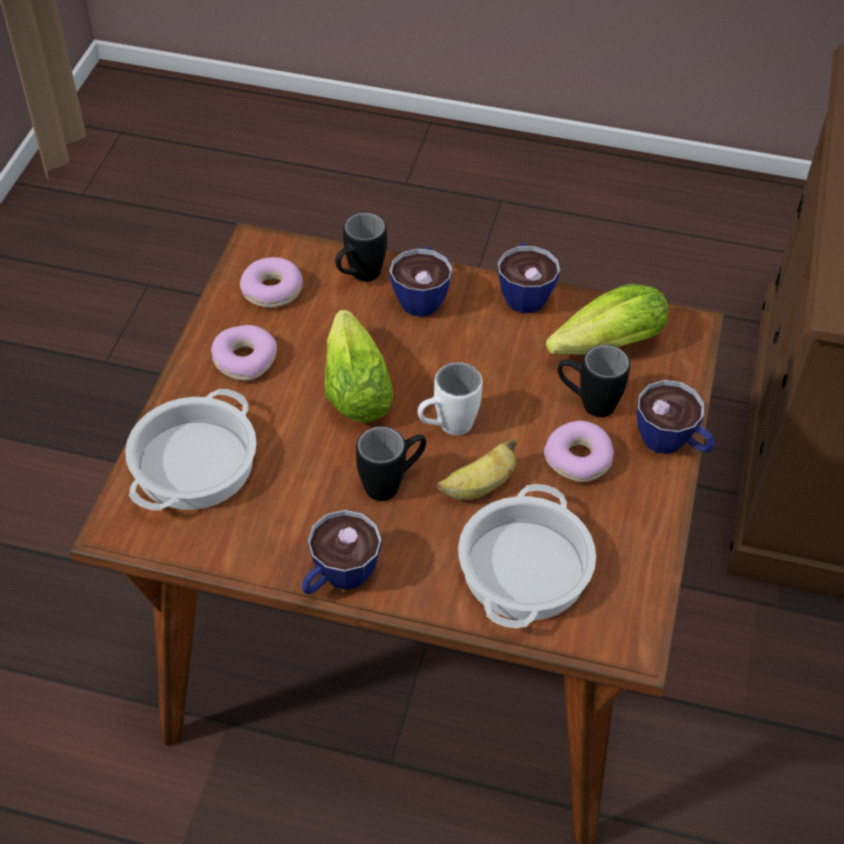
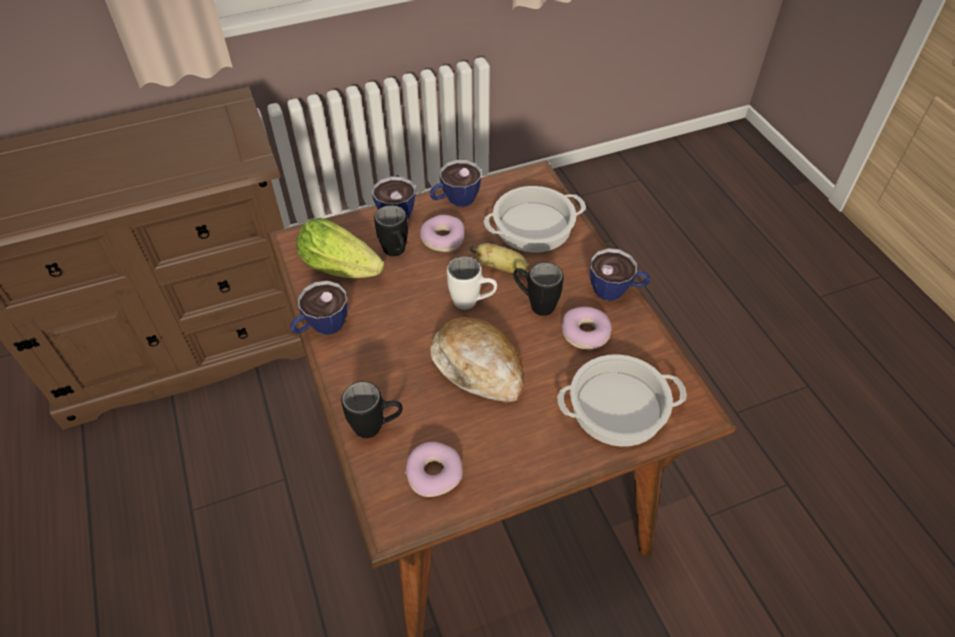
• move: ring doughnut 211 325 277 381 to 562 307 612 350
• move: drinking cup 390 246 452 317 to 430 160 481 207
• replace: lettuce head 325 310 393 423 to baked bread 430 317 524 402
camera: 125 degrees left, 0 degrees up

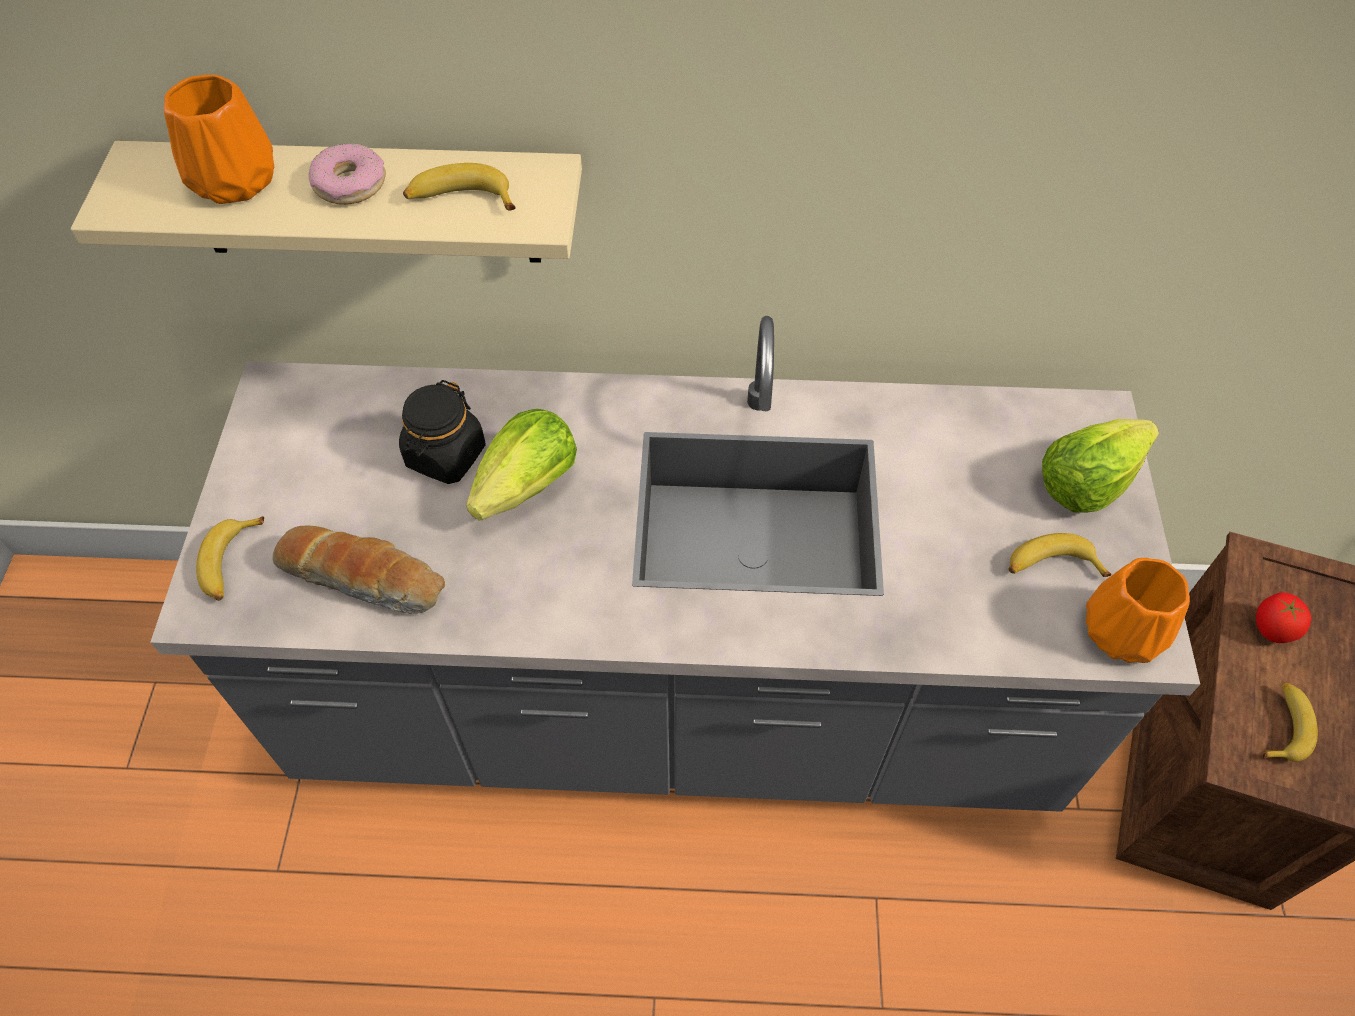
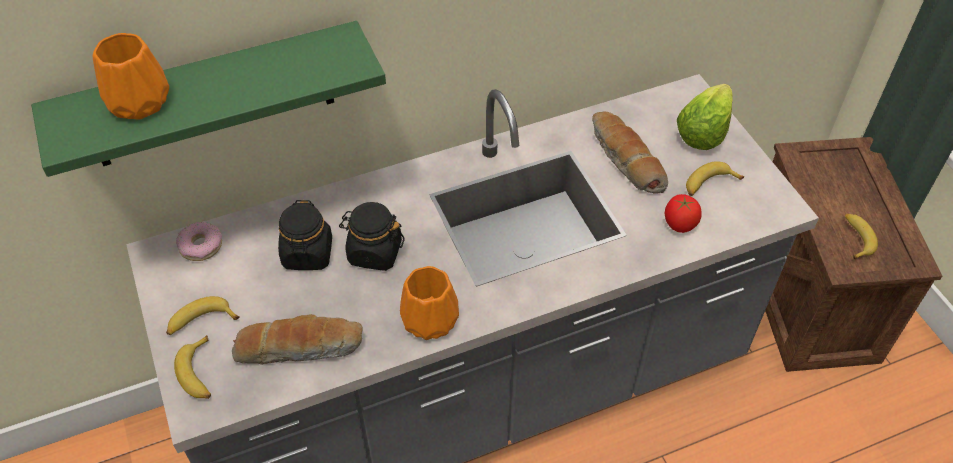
• insert: baked bread 592 111 668 194
• move: ring doughnut 308 143 386 205 to 176 222 222 261
• move: whole banana 403 163 516 211 to 166 296 240 335
• move: orangey vase 1086 558 1190 663 to 400 266 459 340
• move: whole tomato 1256 593 1311 643 to 665 194 702 233
• replace: lettuce head 466 409 577 521 to black-coloured storage jar 339 202 405 271
• recolor: beige shelf 71 141 582 263 to green shelf 31 21 386 177
camera: 25 degrees left, 5 degrees down

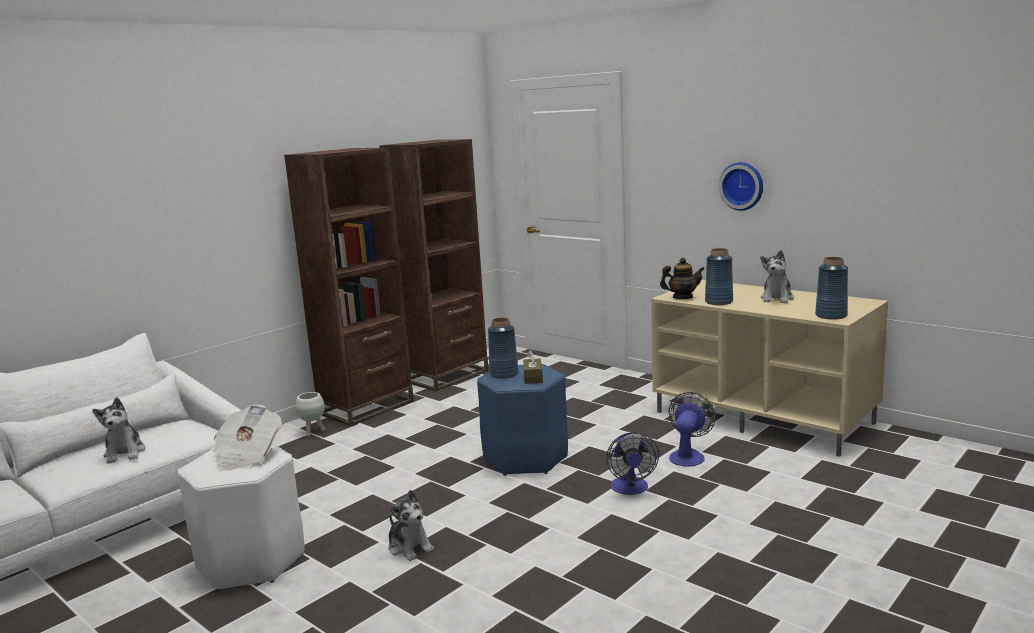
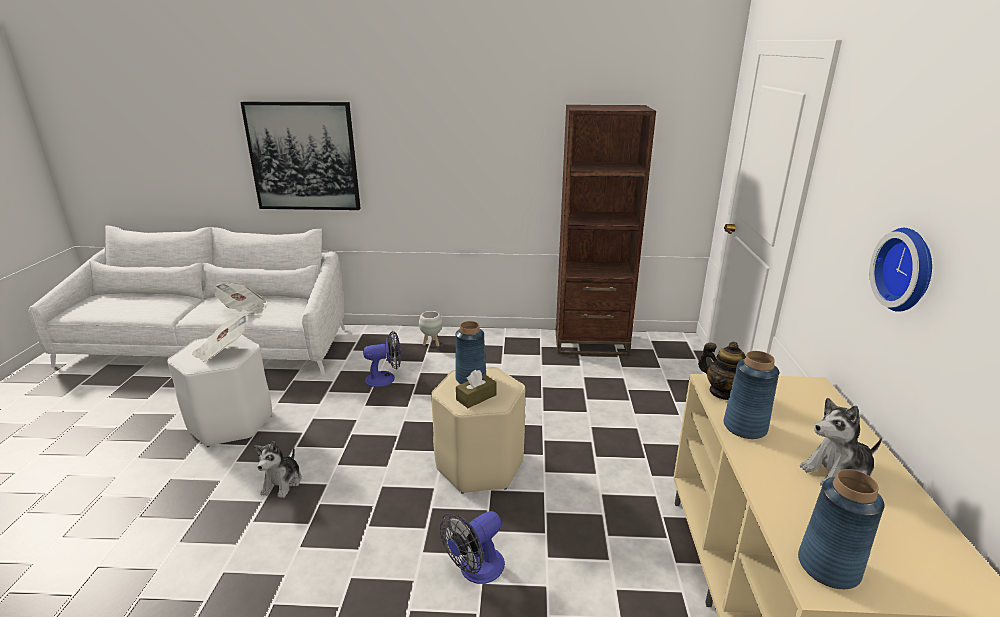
• delete: brown-coloured bookcase 284 148 414 426
• insert: wall picture 240 102 361 210
• move: electric fan 668 392 716 466 to 363 331 401 387
• replace: plush toy 92 397 145 464 to daily paper 215 283 266 314
• recolor: blue stool seat 477 364 568 476 to beige stool seat 431 367 525 494
camera: 50 degrees right, 10 degrees up

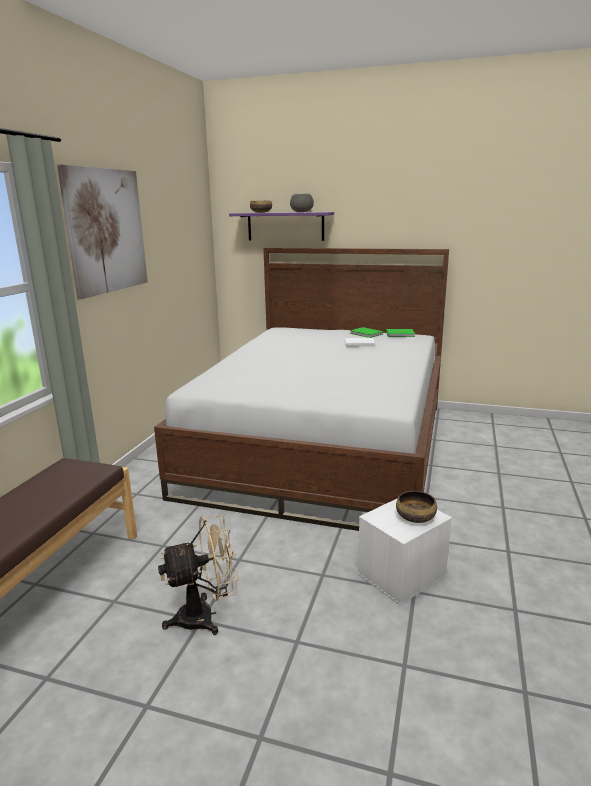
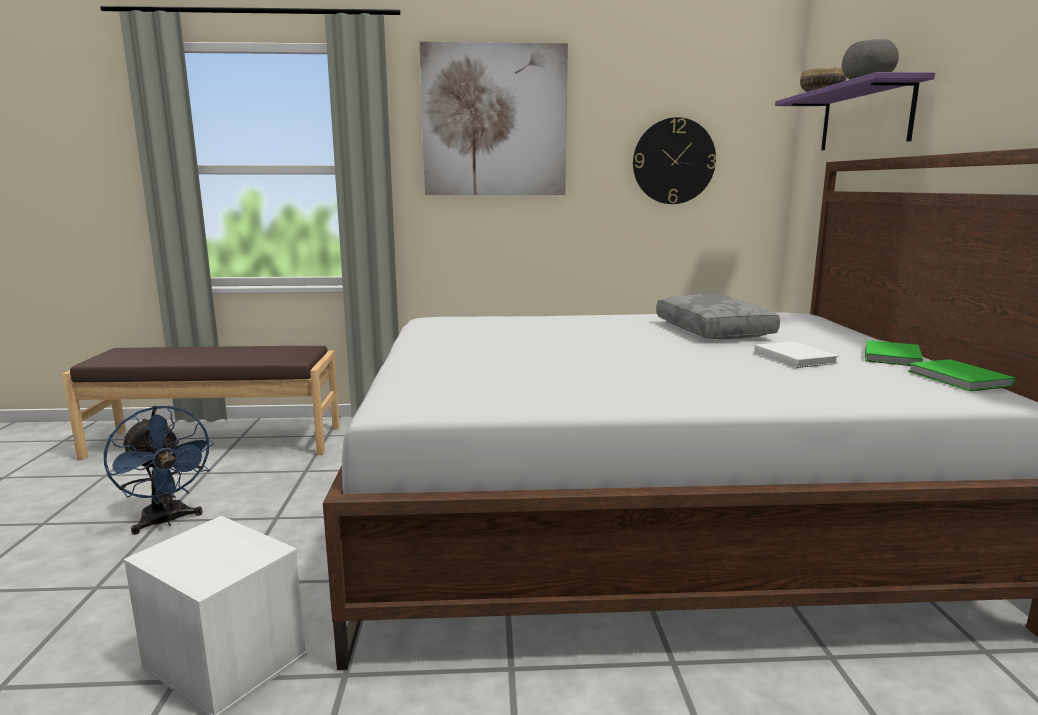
• delete: serving bowl 396 491 437 523
• insert: hanging clock 633 117 716 204
• insert: grey throw pillow 656 294 780 339
• recolor: beige electric fan 158 515 239 635 to blue electric fan 104 406 214 535
camera: 70 degrees right, 5 degrees down

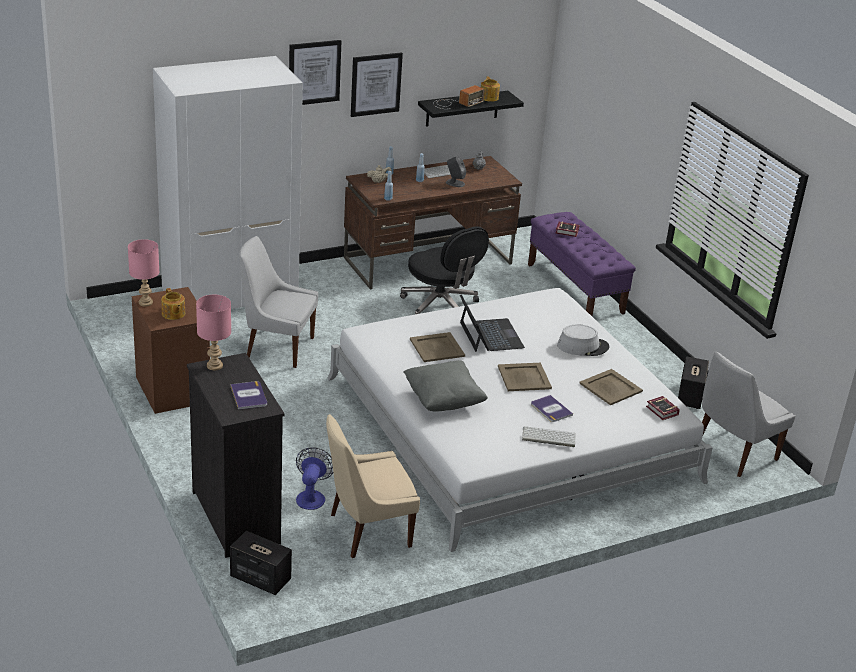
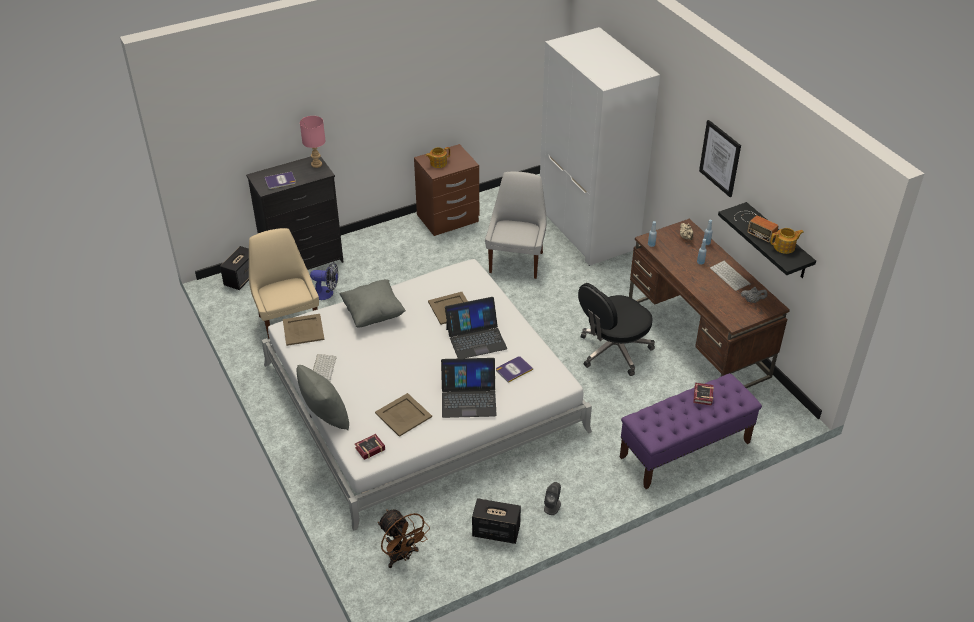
• delete: pink-coloured lamp for a table 128 239 159 307
• delete: wall picture 289 40 341 105
• insert: grey throw pillow 297 365 349 430
• move: grey speaker 446 156 466 187 to 544 482 561 515
• move: beige carrying tray 498 363 552 391 to 283 314 325 346
• move: volume 531 395 573 422 to 496 356 533 383
• replace: grey wearable hat 557 324 609 356 to notebook computer 441 358 497 418
• replace: whitish plain chair 702 351 796 477 to brown-coloured electric fan 378 509 430 568
camera: 90 degrees right, 10 degrees up

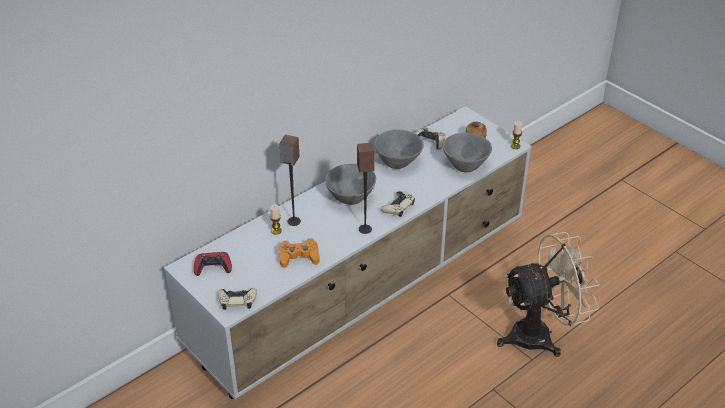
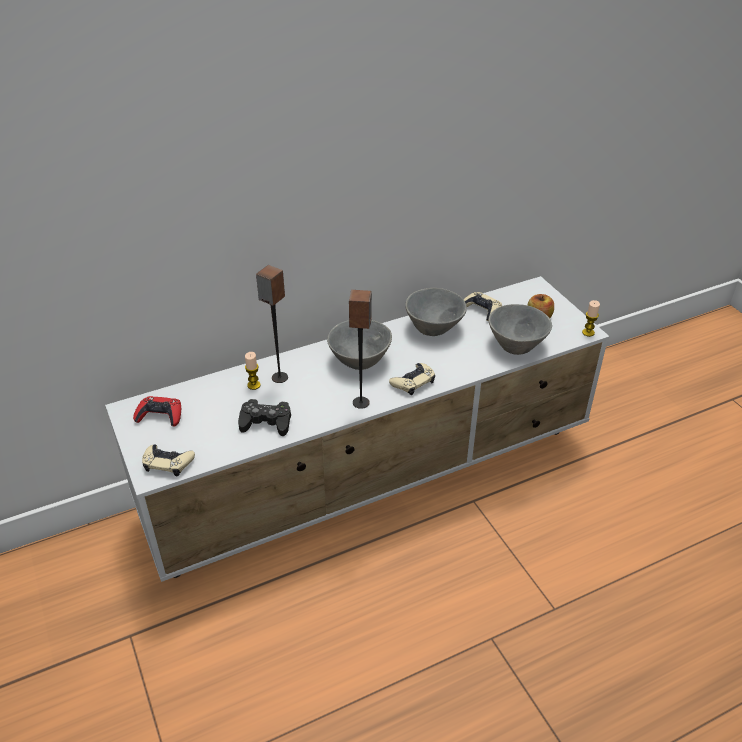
• delete: beige electric fan 497 232 600 357
• recolor: orangey gamepad 279 238 320 268 to black-coloured gamepad 238 399 291 436
camera: 15 degrees right, 0 degrees up

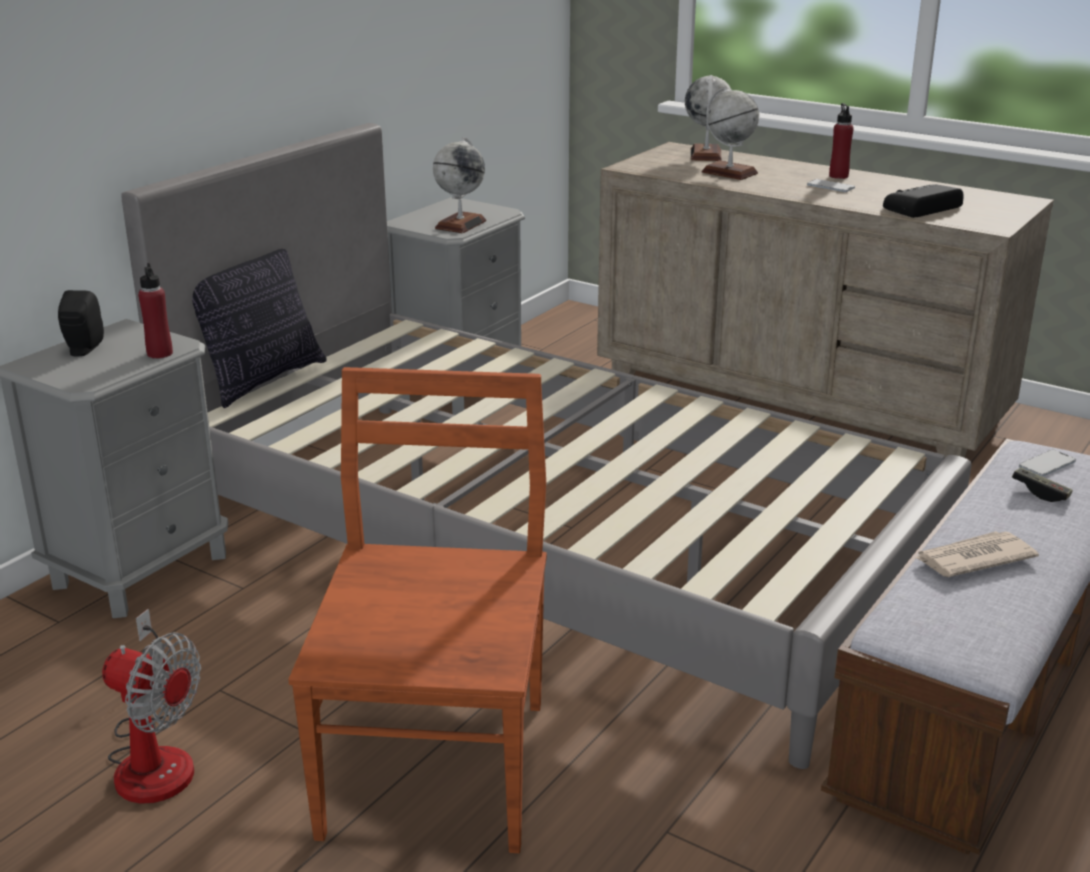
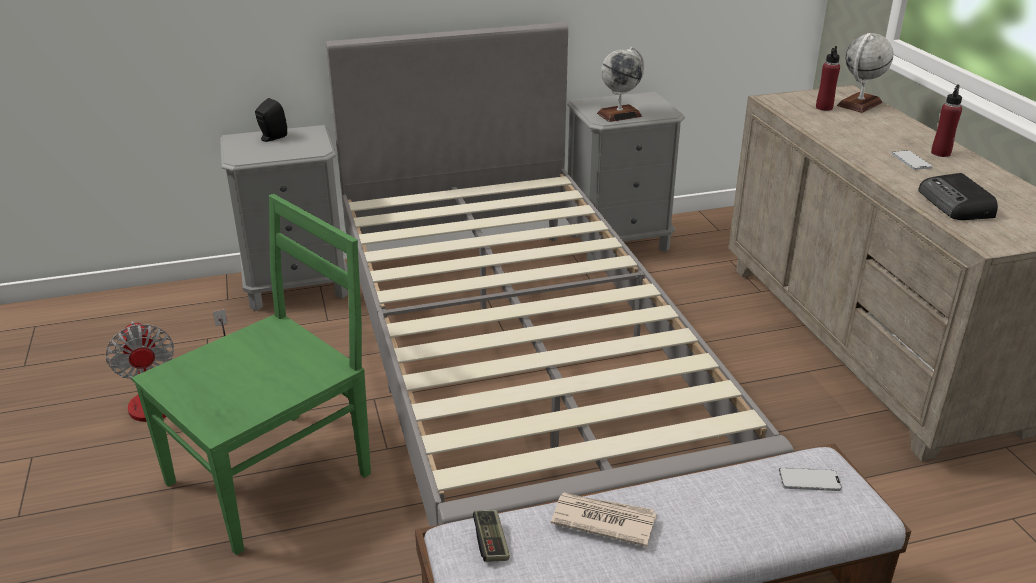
• delete: throw pillow 192 249 327 408
• delete: world globe 702 86 759 180
• move: red drink bottle 138 263 173 359 to 816 46 840 111
• move: gamepad 1012 467 1073 502 to 473 510 510 562
• recolor: brown-coloured plain chair 288 367 547 853 to green plain chair 132 194 371 555
• rotate: radio 883 184 964 218 = 918 173 998 220 105 degrees counterclockwise
camera: 40 degrees right, 5 degrees up

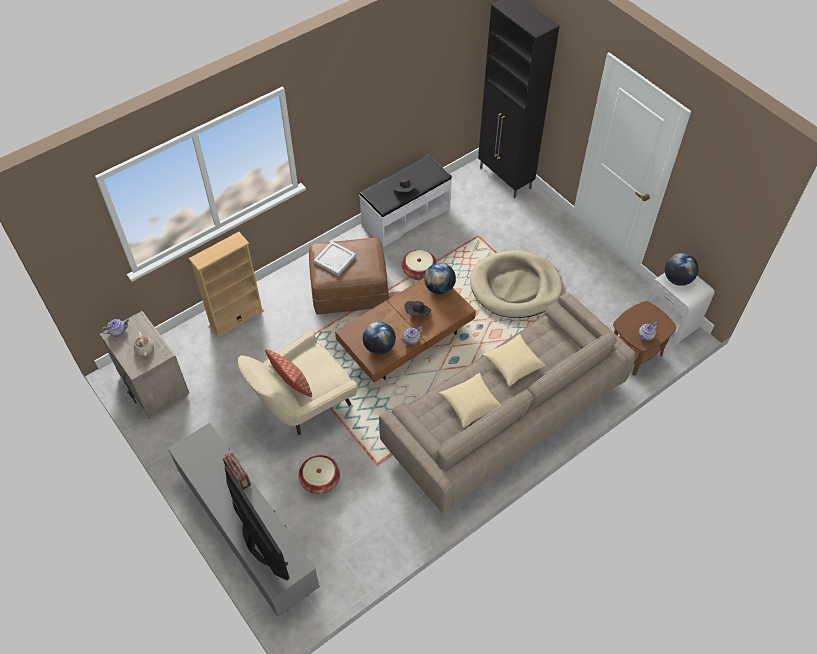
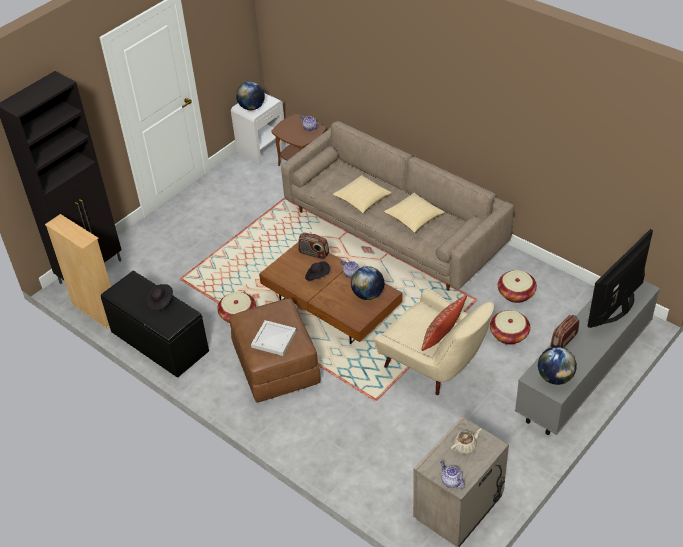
• delete: beige dog cushion 470 250 563 318
• insert: radio 298 233 329 259
• insert: basket 498 270 537 303
• move: beige bookcase 189 232 264 337 to 45 214 111 329
• move: world globe 424 263 456 294 to 538 347 577 385
• recolor: whitish bench 359 155 452 247 to black-coloured bench 101 271 209 378
camera: 100 degrees left, 10 degrees down

